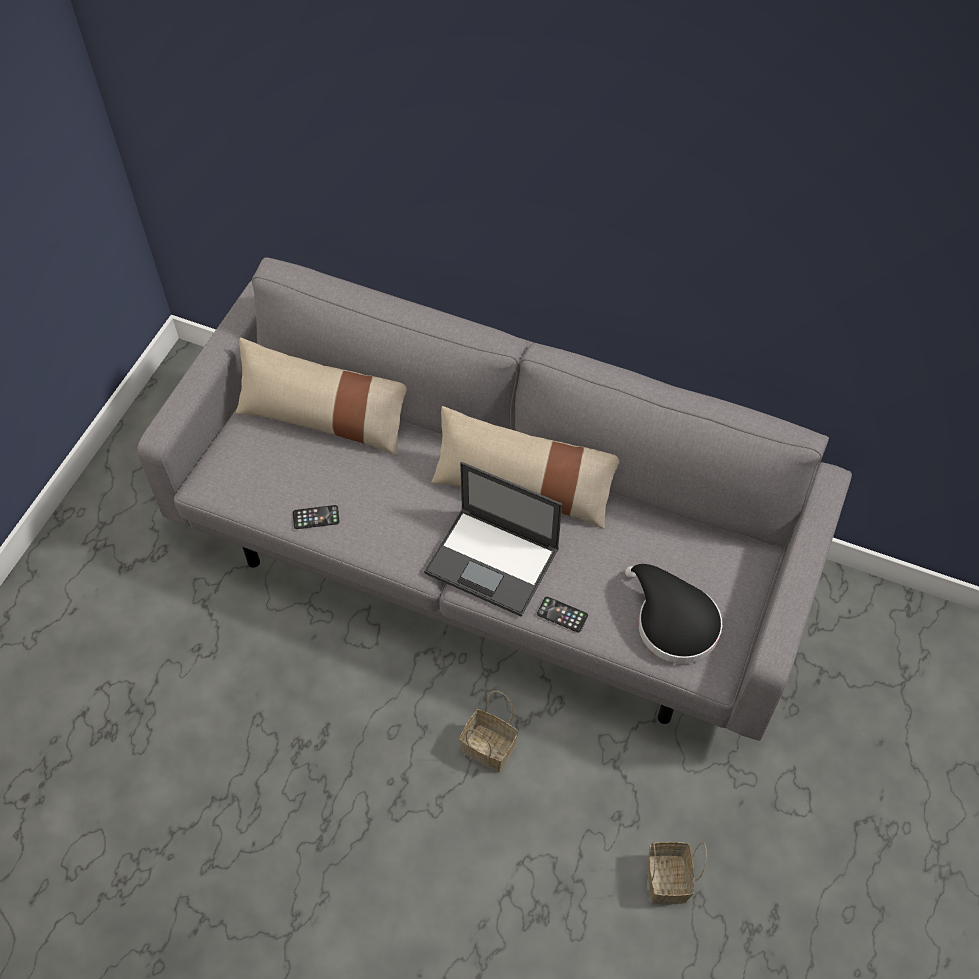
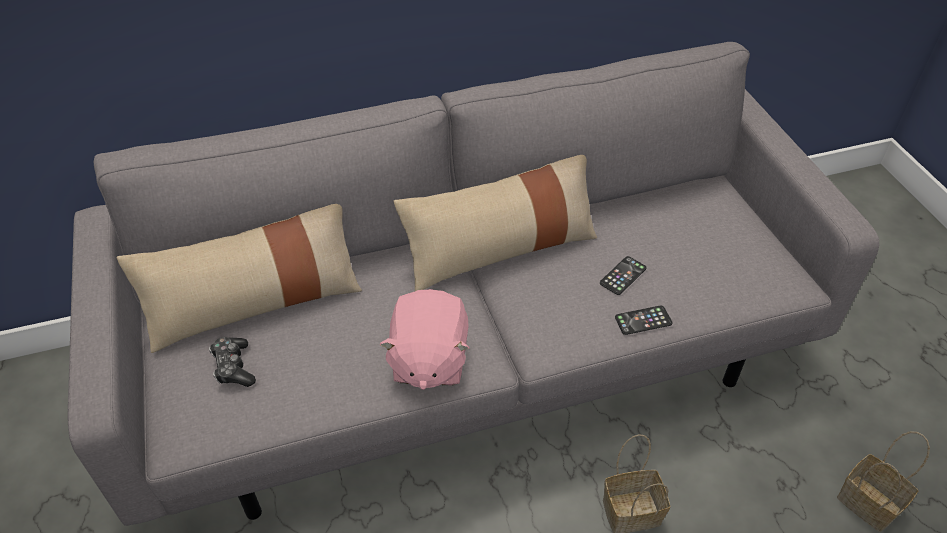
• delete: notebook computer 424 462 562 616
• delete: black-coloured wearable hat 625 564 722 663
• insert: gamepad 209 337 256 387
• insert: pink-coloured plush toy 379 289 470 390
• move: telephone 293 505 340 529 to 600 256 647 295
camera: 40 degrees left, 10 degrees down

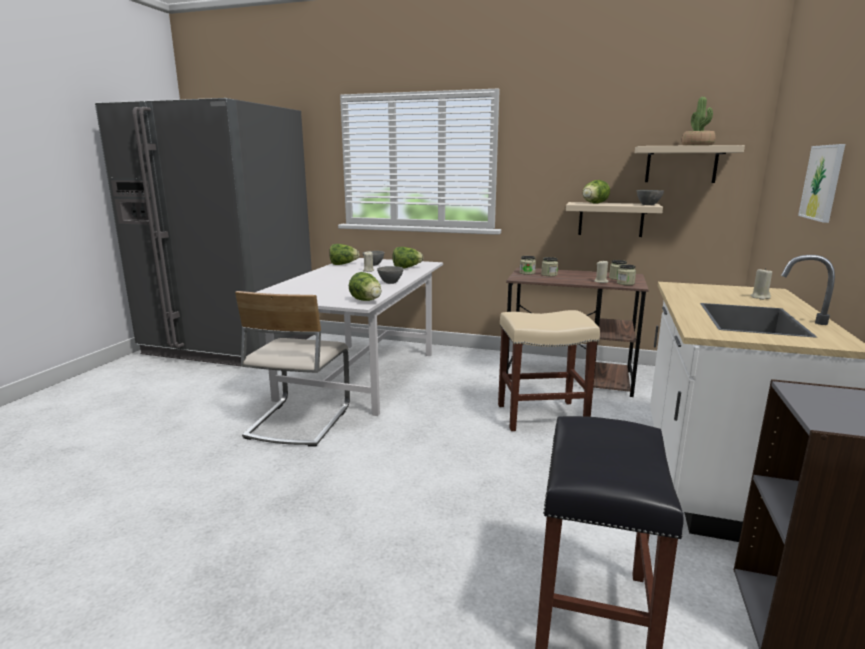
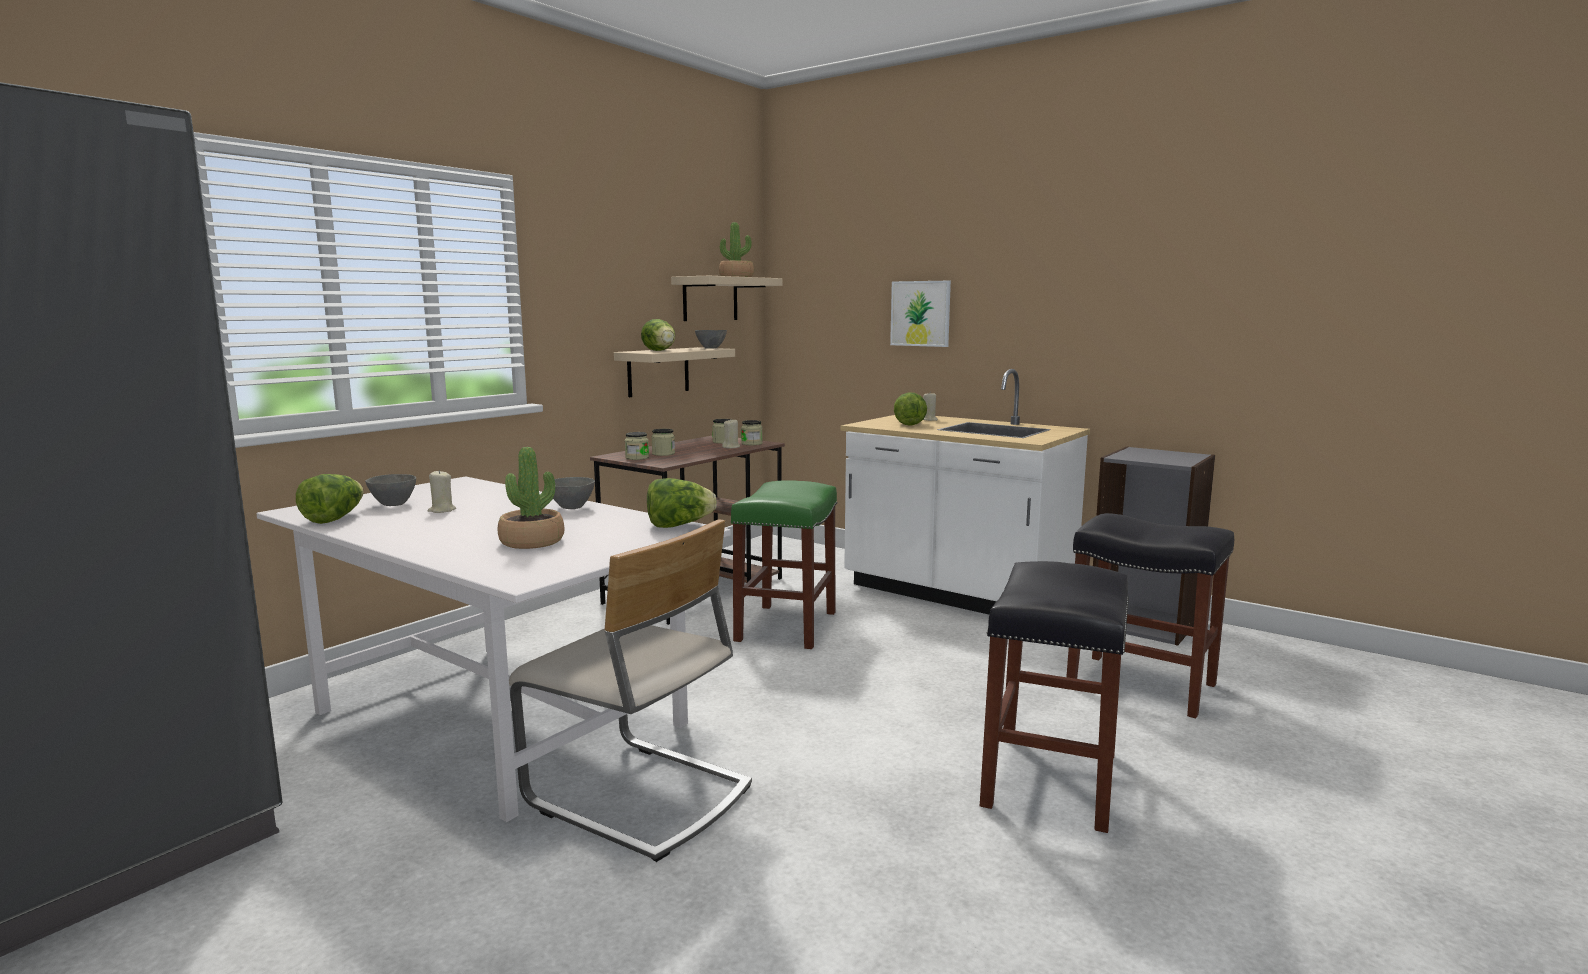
• insert: plant in a pot 498 447 565 549
• insert: black-coloured stool seat 980 561 1129 833
• move: lettuce head 393 247 423 268 to 894 392 927 426
• recolor: beige stool seat 498 310 600 431 to green stool seat 731 480 838 649
camera: 70 degrees left, 5 degrees down

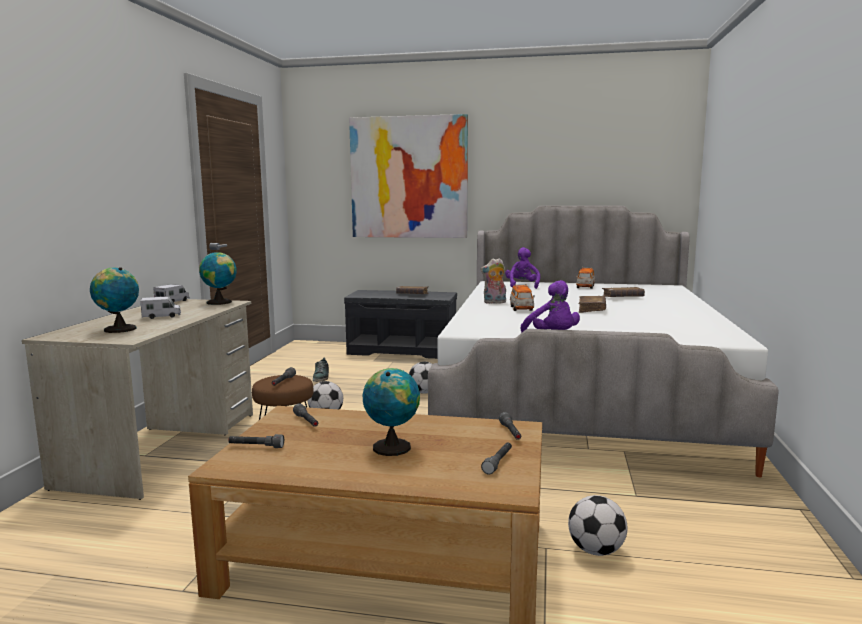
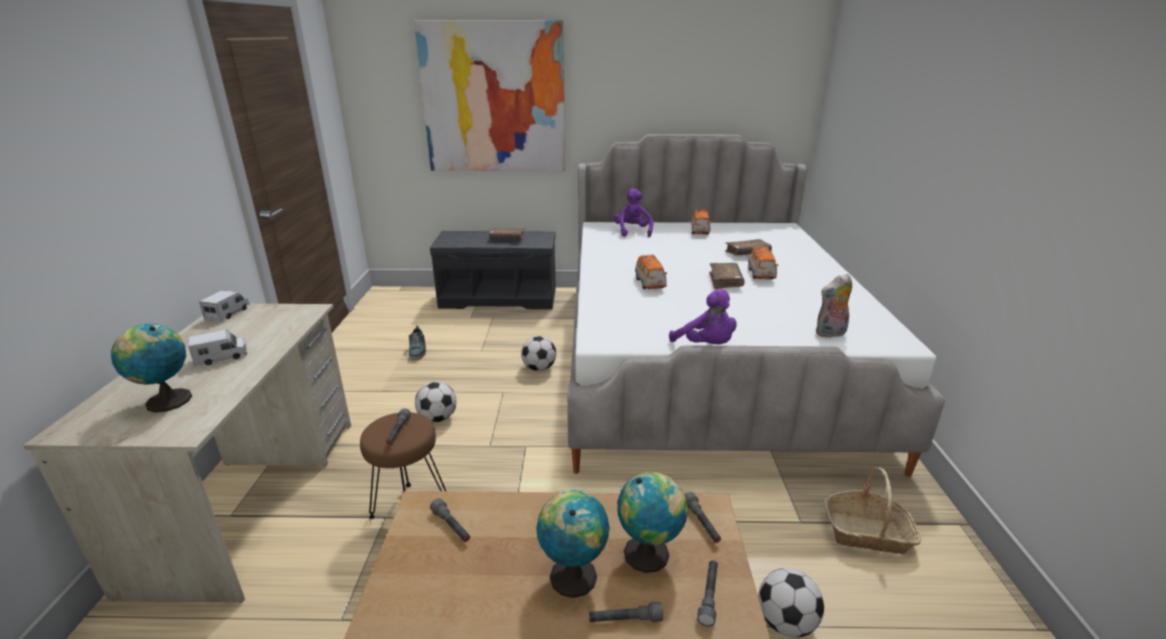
• insert: toy car 748 247 778 279
• insert: basket 824 467 922 554
• move: world globe 199 252 237 305 to 617 472 688 573
• move: grey torch 228 434 284 448 to 589 602 663 622
• move: plush toy 480 258 506 304 to 816 273 852 338
camera: 10 degrees left, 15 degrees up

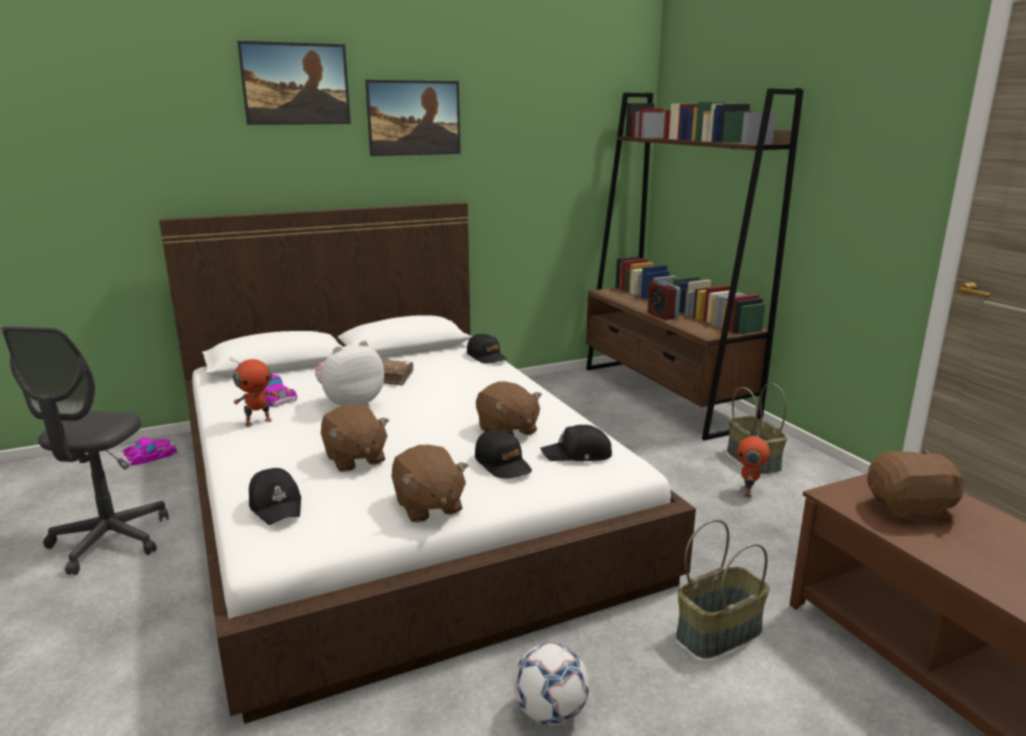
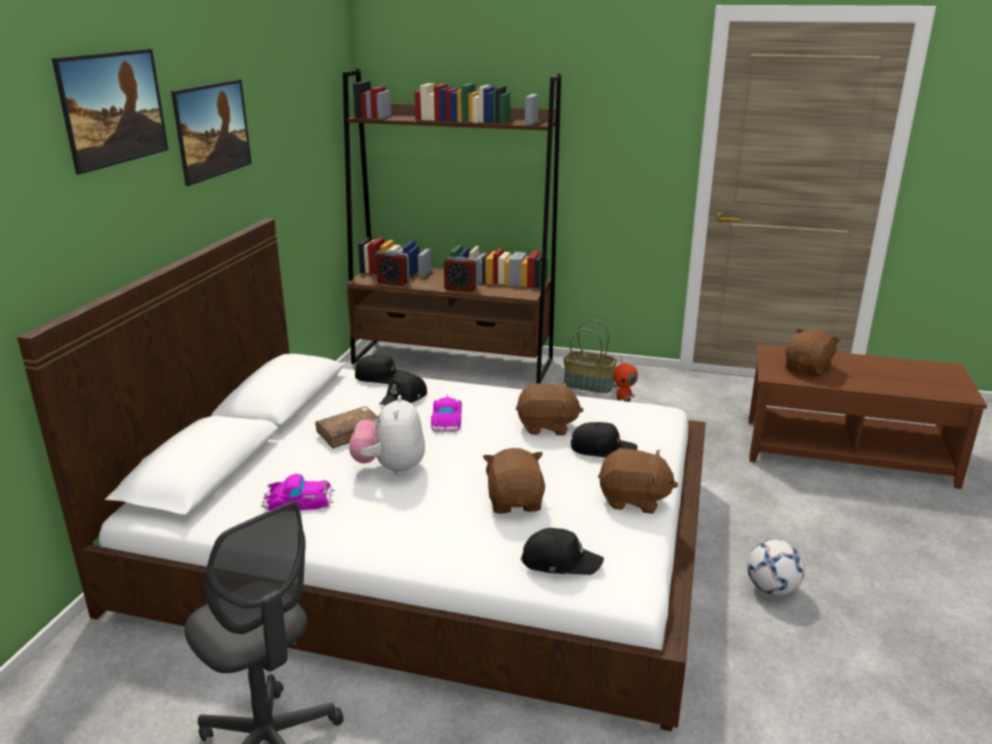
• delete: model robot 230 358 276 427
• delete: basket 676 519 770 659
• insert: table clock 376 250 410 286
• move: toy car 120 437 180 466 to 431 394 462 432
• move: black-coloured peaked cap 540 425 612 461 to 379 373 427 406
• rotate: brown-coloured plush toy 321 404 389 472 = 483 448 545 514 105 degrees counterclockwise
camera: 50 degrees left, 5 degrees up

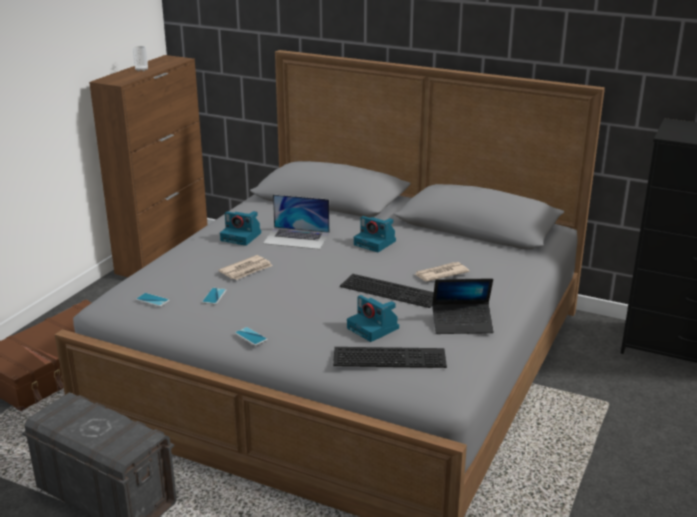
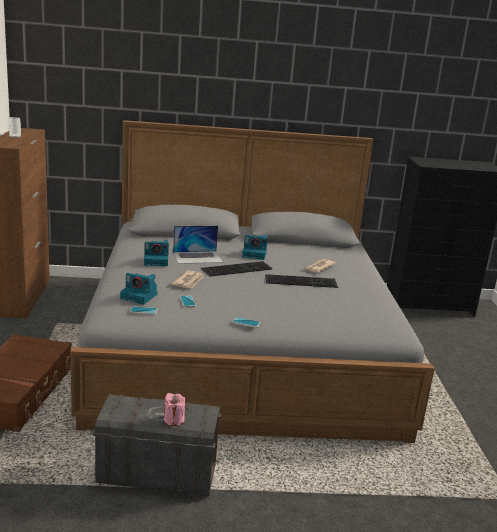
• delete: notebook computer 432 278 494 334
• insert: pink-coloured candle 164 393 185 426
• move: computer keyboard 333 347 447 368 to 201 261 273 277
• move: photo camera 347 295 399 342 to 120 273 158 305
camera: 30 degrees left, 5 degrees down

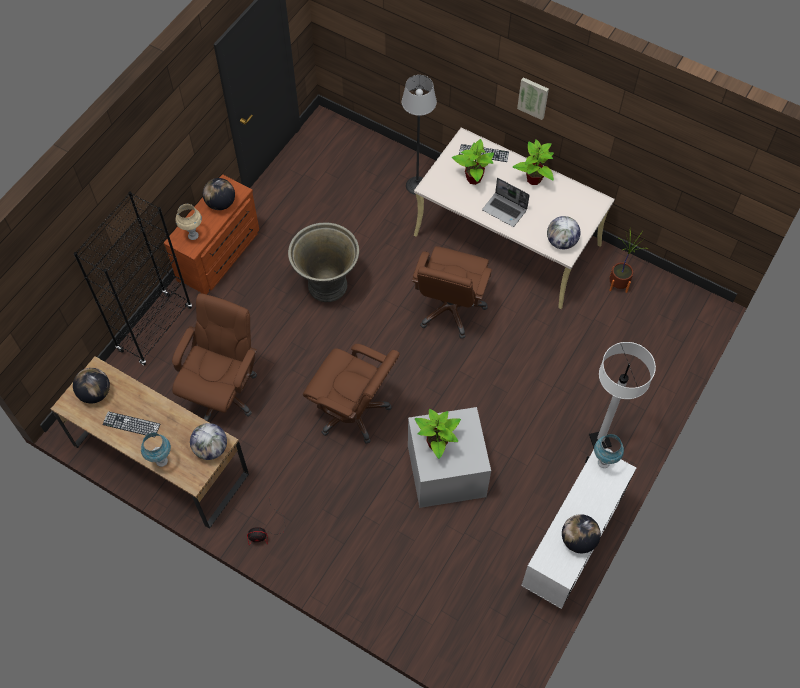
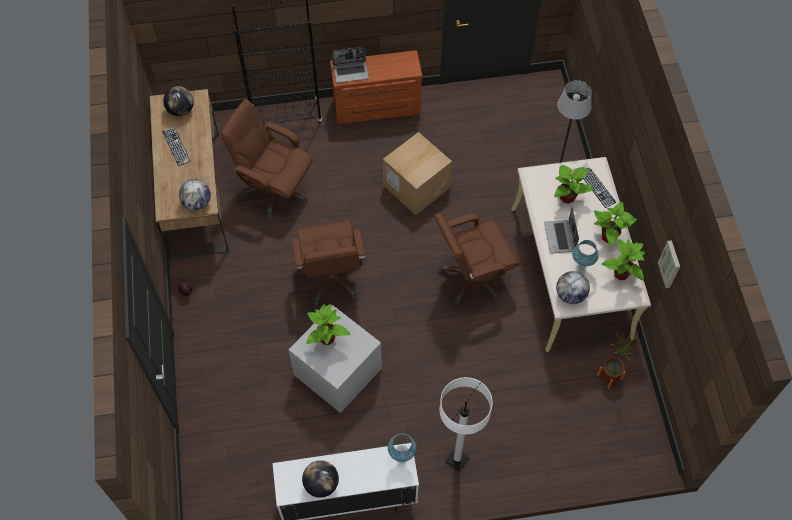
• delete: world globe 203 178 235 210
• insert: plant in a pot 601 239 645 281
• move: blue lamp for a table 141 433 171 467 to 572 240 599 273
• move: wall picture 517 77 549 120 to 658 240 680 288
• replace: beige lamp for a table 176 204 202 240 to notebook computer 332 47 369 83
• replace: grey planter 288 223 359 302 to carton 383 132 452 215
• rotate: brown-coloured desk chair 172 293 257 423 = 220 99 313 218 135 degrees counterclockwise
camera: 50 degrees right, 0 degrees up

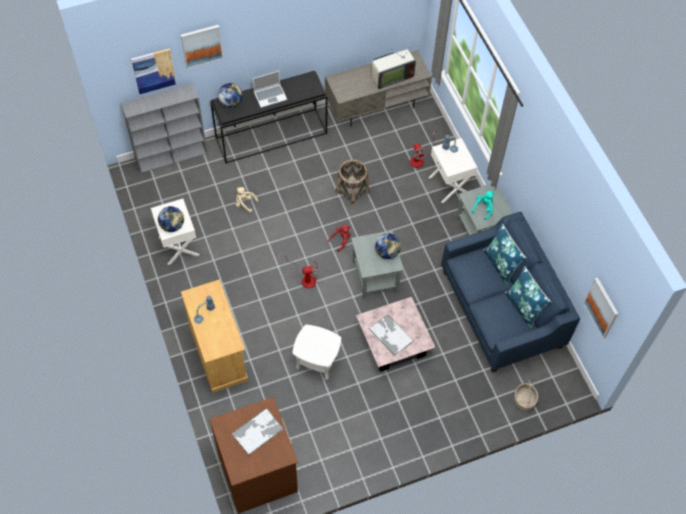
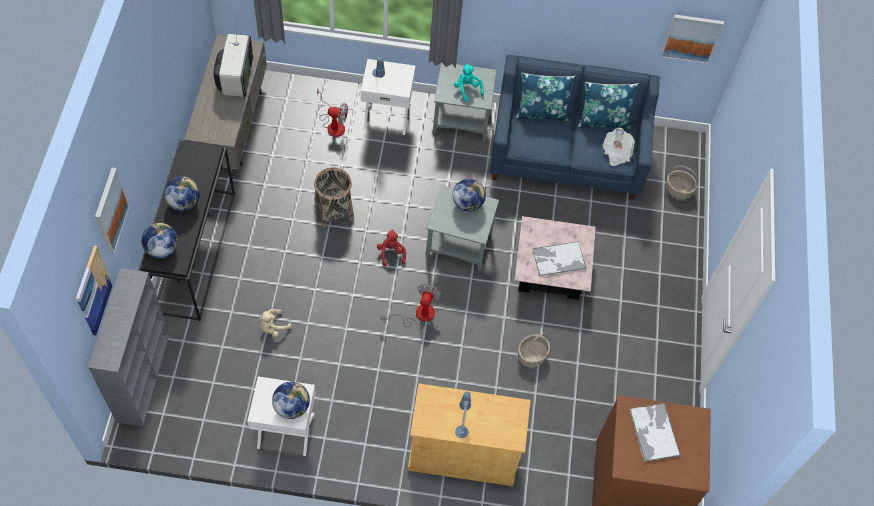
• insert: daily paper 603 128 635 166
• replace: notebook computer 253 71 287 108 to world globe 164 176 200 211
• replace: whitish end table 293 325 341 380 to basket 518 332 550 367
camera: 65 degrees left, 0 degrees up

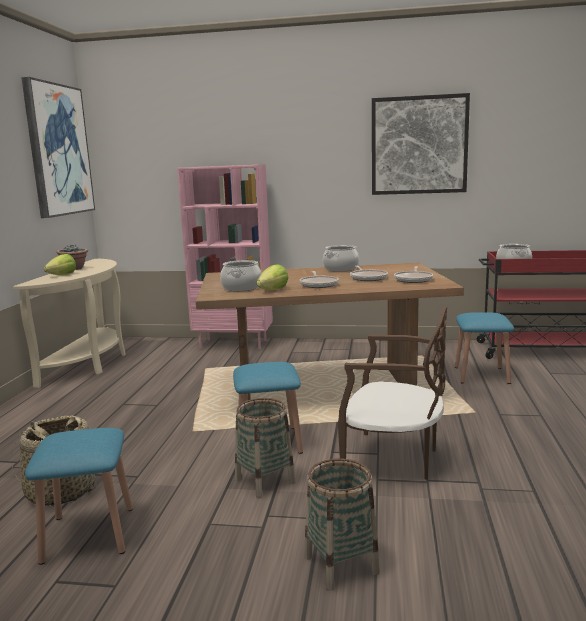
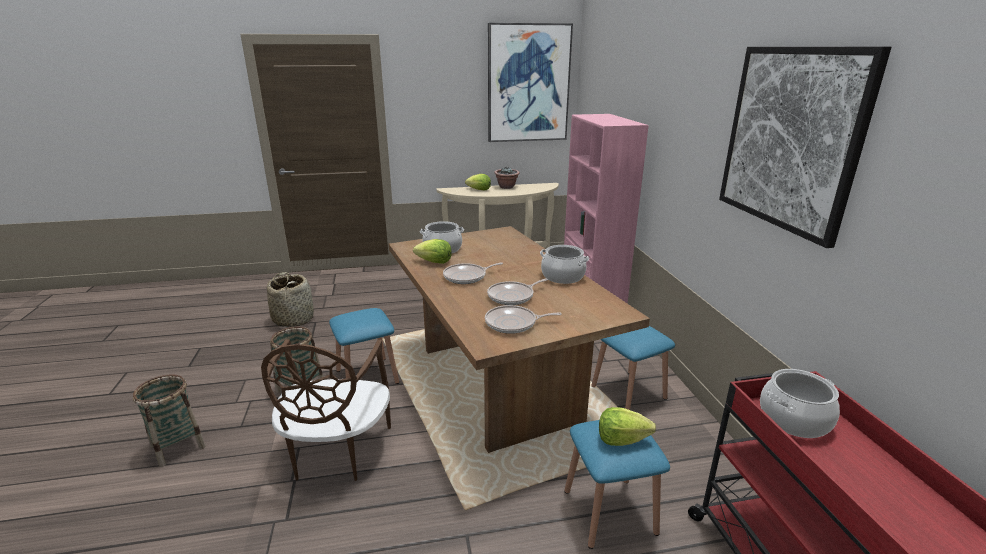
• insert: lettuce head 599 407 656 446
• move: blue stool seat 25 428 133 565 to 591 326 675 410
camera: 70 degrees right, 10 degrees up

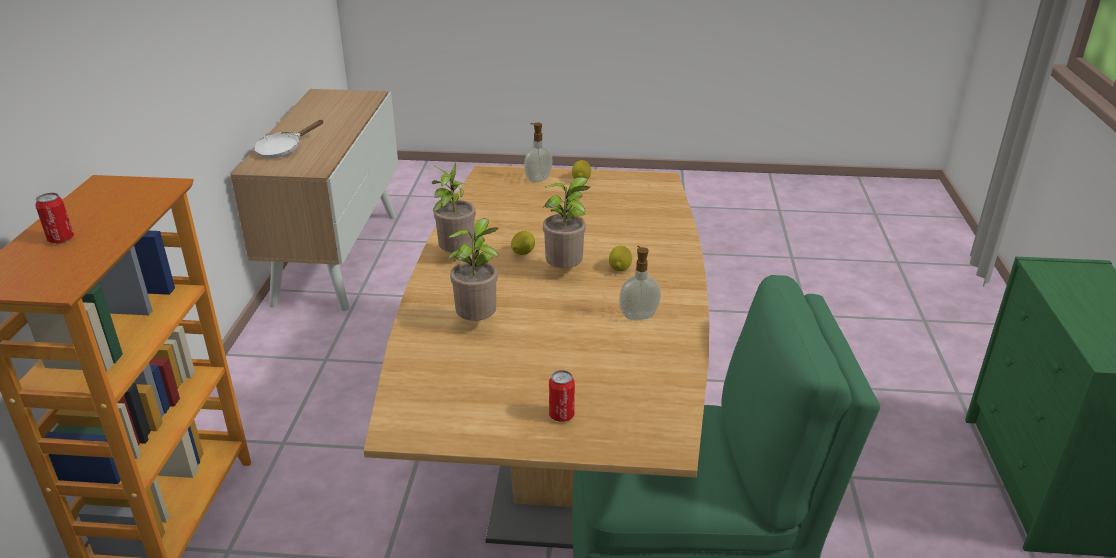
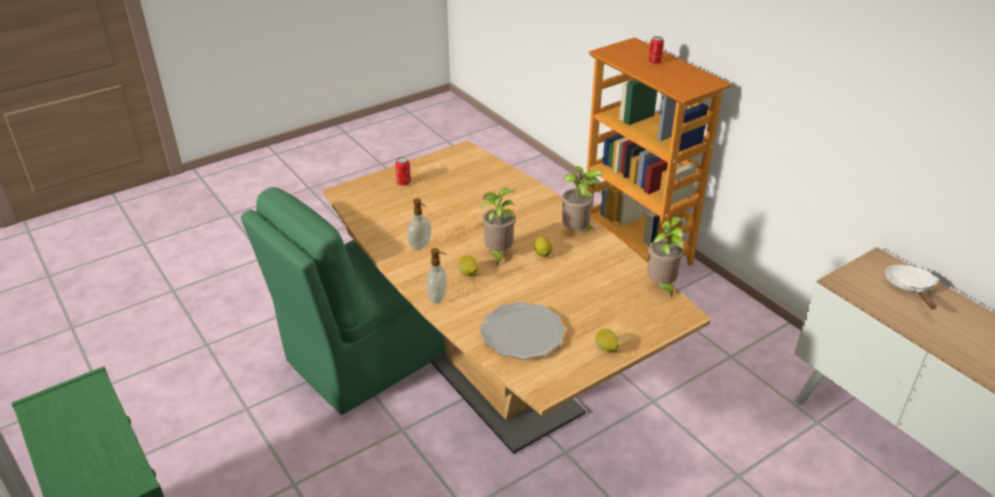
• insert: flat dish 480 302 565 360
• move: plant in a pot 448 218 499 321 to 647 217 684 298
• move: soap bottle 524 123 553 183 to 427 248 447 303
camera: 140 degrees right, 5 degrees up

